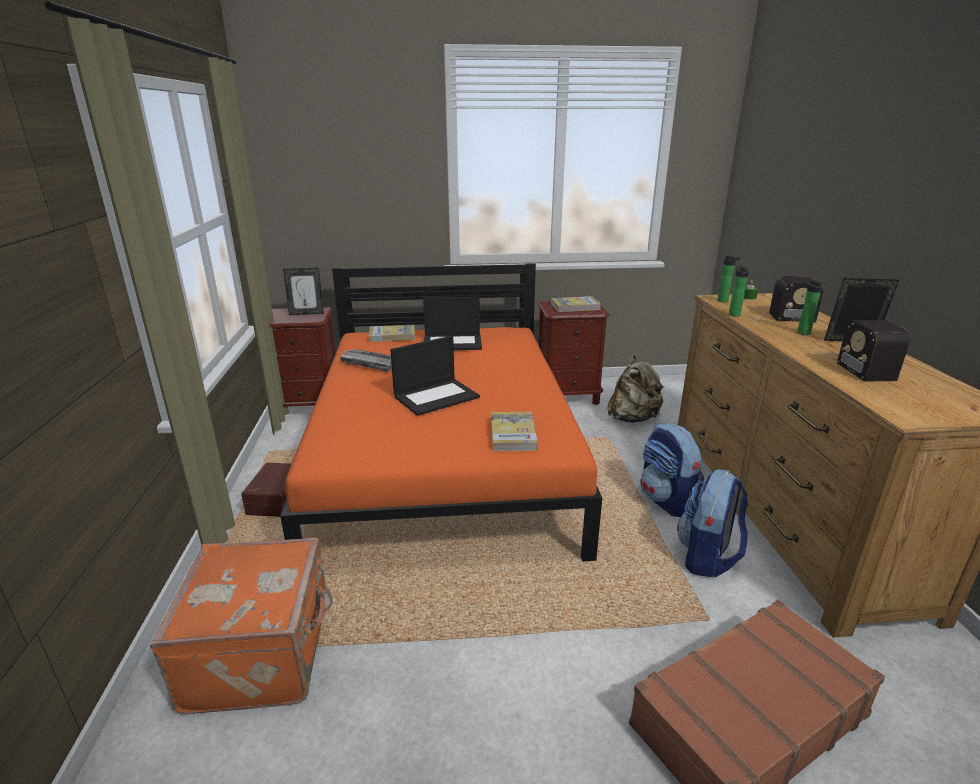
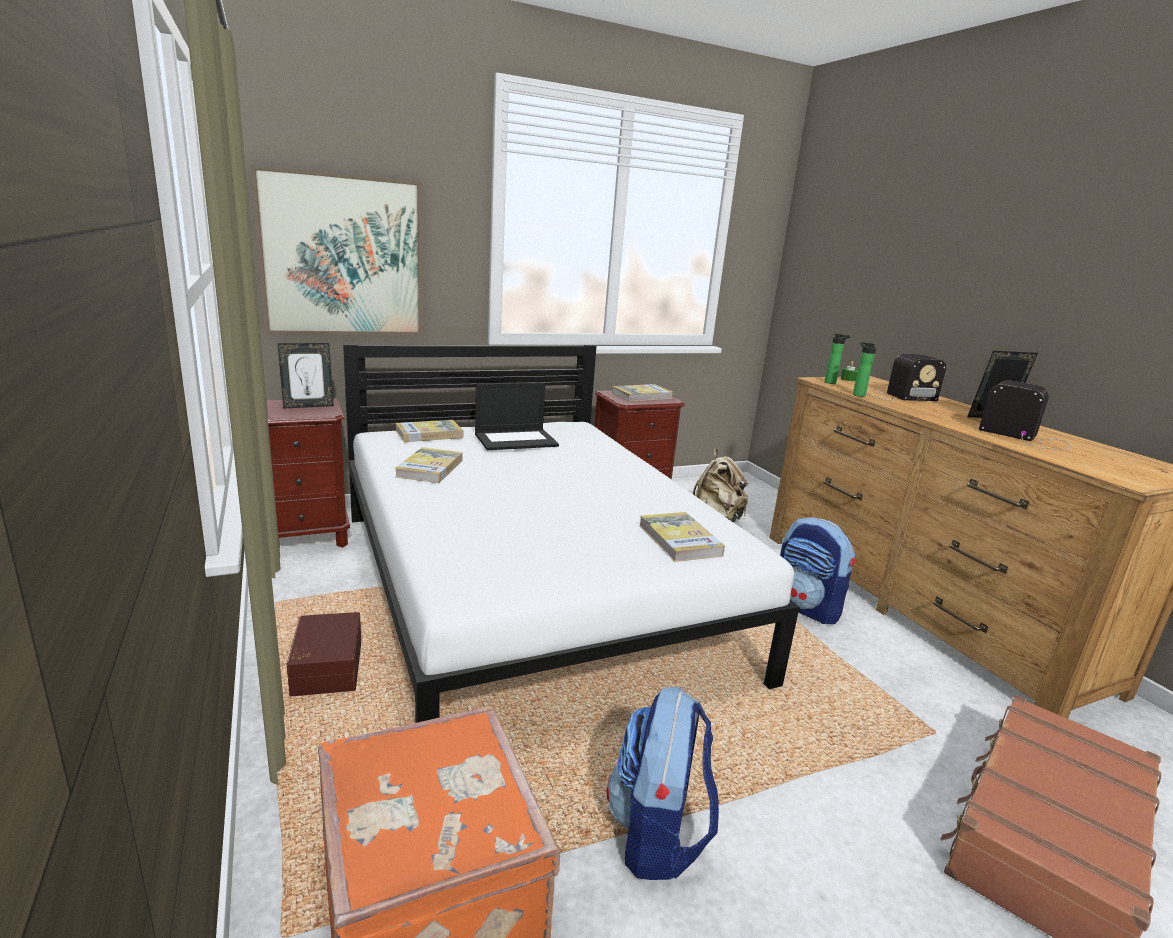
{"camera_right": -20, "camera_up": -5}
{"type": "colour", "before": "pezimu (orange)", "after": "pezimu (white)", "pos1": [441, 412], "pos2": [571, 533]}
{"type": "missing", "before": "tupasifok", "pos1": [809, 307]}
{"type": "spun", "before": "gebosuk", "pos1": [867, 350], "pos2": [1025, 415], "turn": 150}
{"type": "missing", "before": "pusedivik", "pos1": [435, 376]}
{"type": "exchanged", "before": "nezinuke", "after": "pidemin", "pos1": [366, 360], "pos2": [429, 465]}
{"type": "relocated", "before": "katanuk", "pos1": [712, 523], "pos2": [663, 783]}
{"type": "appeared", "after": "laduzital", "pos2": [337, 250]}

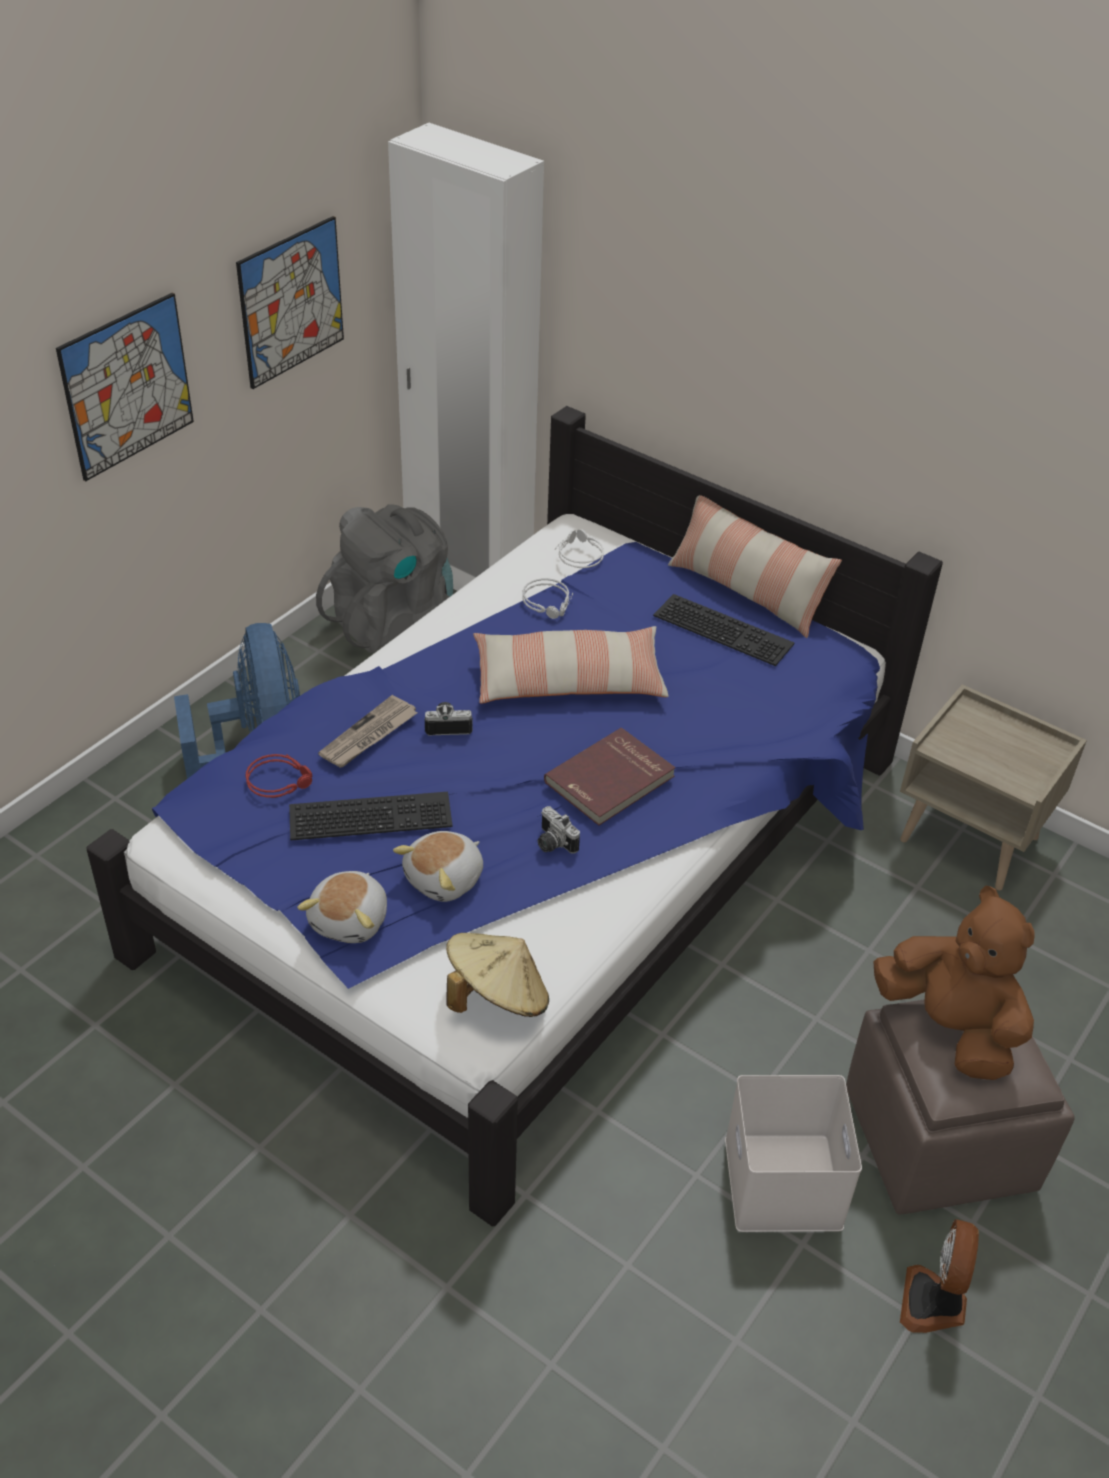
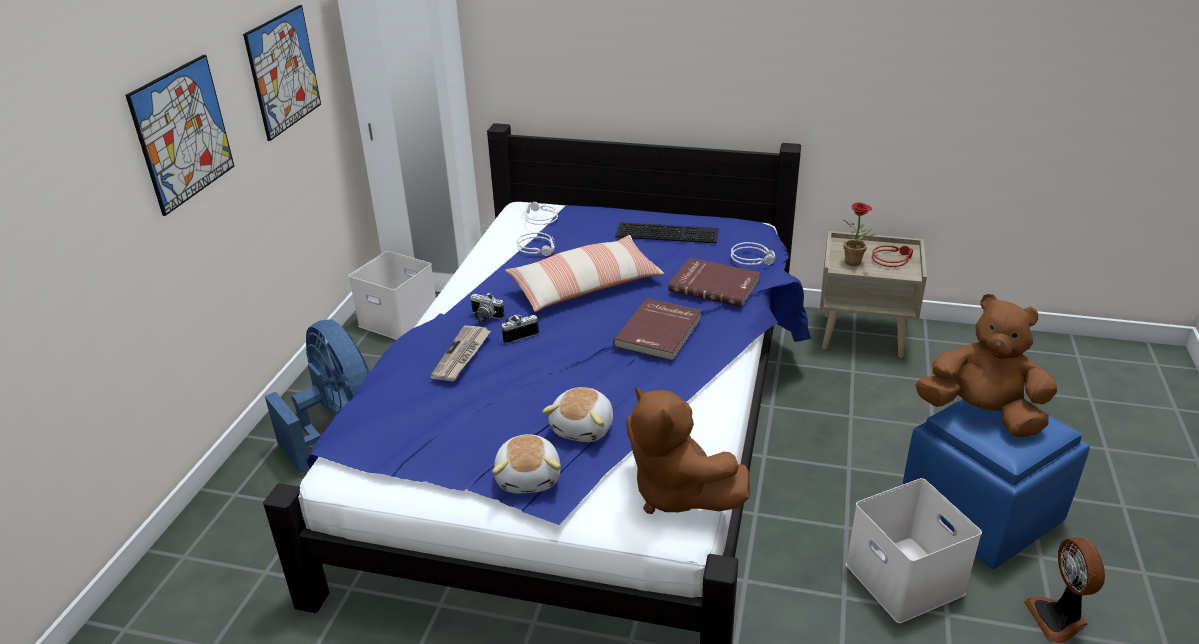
{"camera_right": -20, "camera_up": -10}
{"type": "missing", "before": "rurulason", "pos1": [755, 566]}
{"type": "exchanged", "before": "katanuk (grey)", "after": "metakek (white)", "pos1": [384, 578], "pos2": [392, 295]}
{"type": "relocated", "before": "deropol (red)", "pos1": [279, 776], "pos2": [892, 256]}
{"type": "missing", "before": "nezinuke", "pos1": [371, 816]}
{"type": "relocated", "before": "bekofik", "pos1": [559, 830], "pos2": [487, 307]}
{"type": "exchanged", "before": "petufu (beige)", "after": "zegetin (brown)", "pos1": [497, 975], "pos2": [688, 450]}
{"type": "colour", "before": "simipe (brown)", "after": "simipe (blue)", "pos1": [960, 1107], "pos2": [996, 484]}
{"type": "appeared", "after": "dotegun", "pos2": [860, 234]}
{"type": "appeared", "after": "deropol (grey)", "pos2": [753, 253]}
{"type": "appeared", "after": "pidemin (red)", "pos2": [714, 282]}

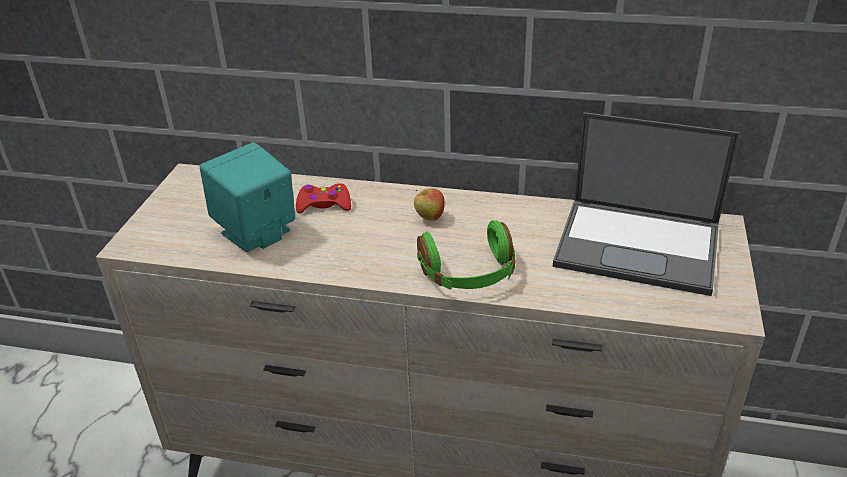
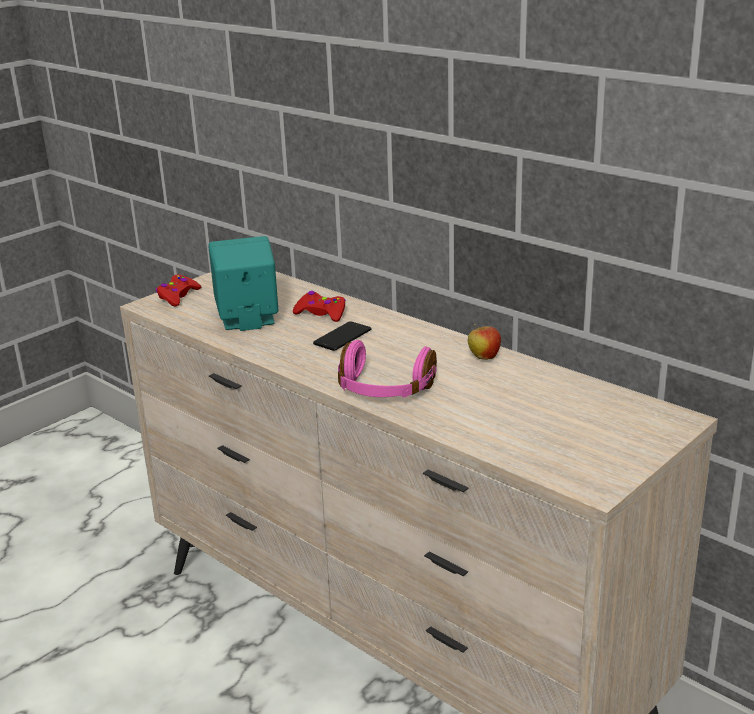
{"camera_right": 30, "camera_up": -10}
{"type": "missing", "before": "pusedivik", "pos1": [646, 204]}
{"type": "relocated", "before": "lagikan", "pos1": [429, 204], "pos2": [484, 342]}
{"type": "colour", "before": "deropol (green)", "after": "deropol (pink)", "pos1": [466, 255], "pos2": [387, 369]}
{"type": "appeared", "after": "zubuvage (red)", "pos2": [178, 290]}
{"type": "appeared", "after": "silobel", "pos2": [342, 336]}

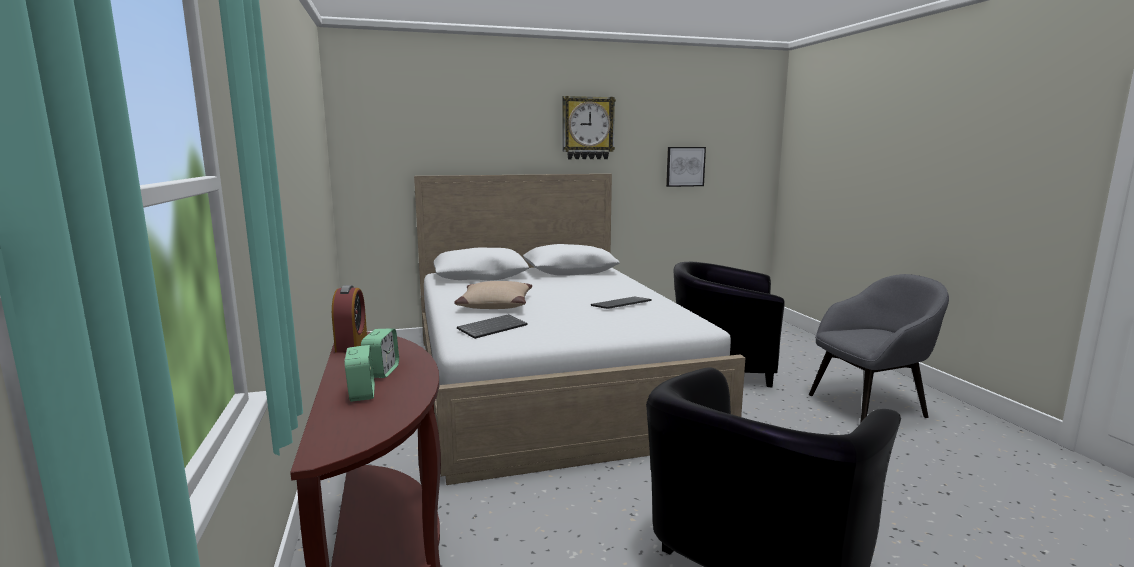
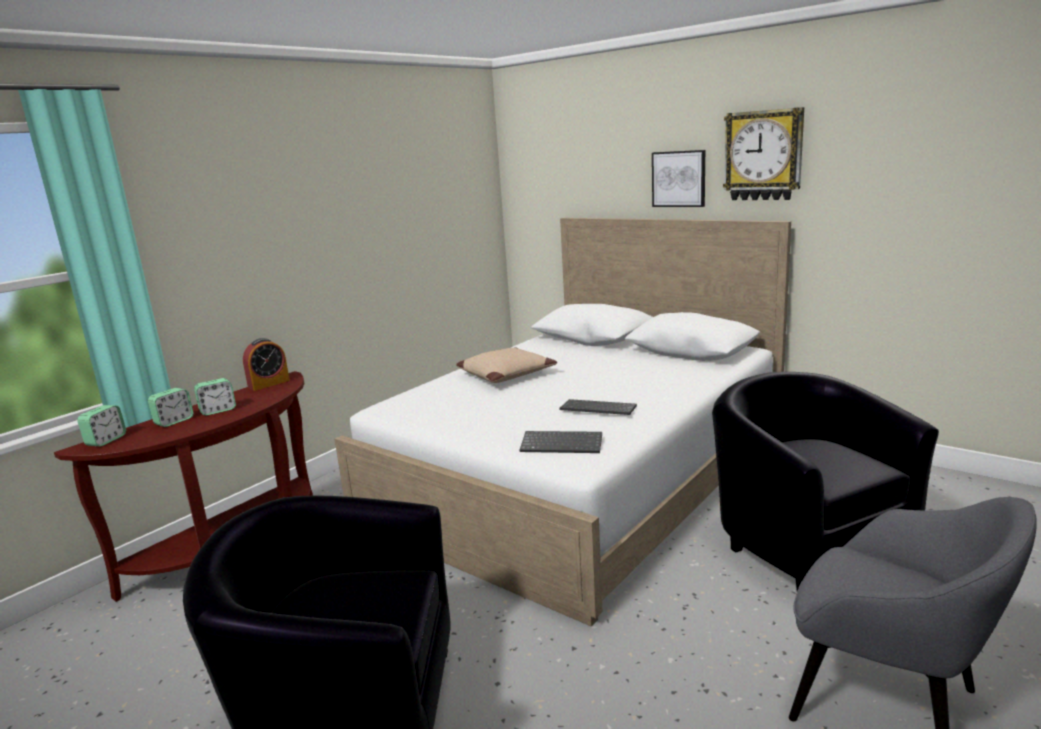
{"camera_right": 55, "camera_up": 5}
{"type": "relocated", "before": "laduzital", "pos1": [686, 167], "pos2": [678, 178]}
{"type": "relocated", "before": "nezinuke", "pos1": [492, 326], "pos2": [561, 442]}
{"type": "appeared", "after": "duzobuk", "pos2": [101, 425]}

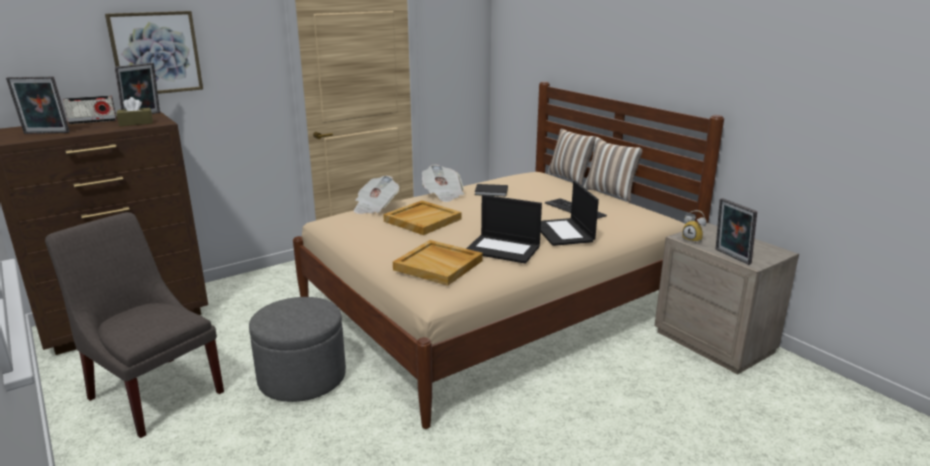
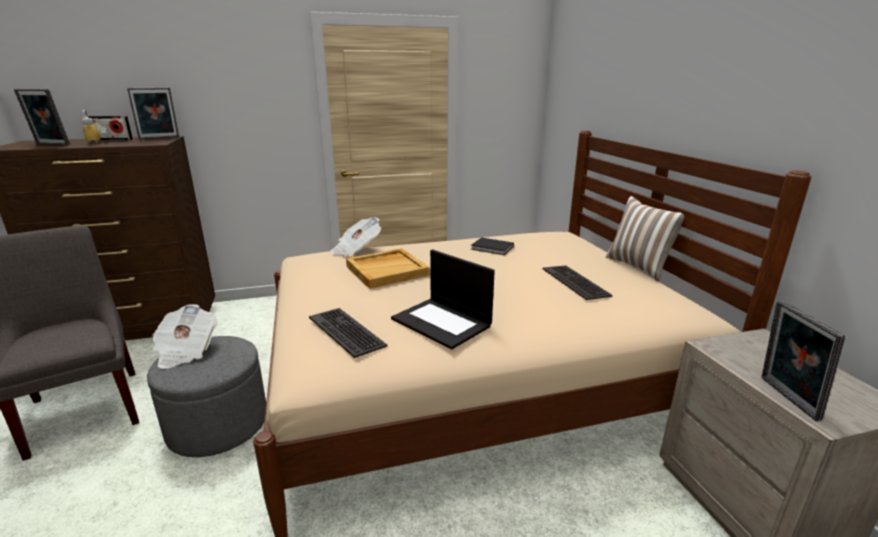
{"camera_right": 20, "camera_up": 0}
{"type": "missing", "before": "laduzital", "pos1": [154, 52]}
{"type": "missing", "before": "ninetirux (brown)", "pos1": [134, 111]}
{"type": "missing", "before": "rurulason", "pos1": [571, 157]}
{"type": "relocated", "before": "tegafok", "pos1": [443, 183], "pos2": [184, 336]}
{"type": "missing", "before": "pusedivik", "pos1": [570, 213]}
{"type": "relocated", "before": "duzobuk", "pos1": [694, 226], "pos2": [93, 127]}
{"type": "exchanged", "before": "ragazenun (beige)", "after": "nezinuke", "pos1": [438, 263], "pos2": [348, 333]}

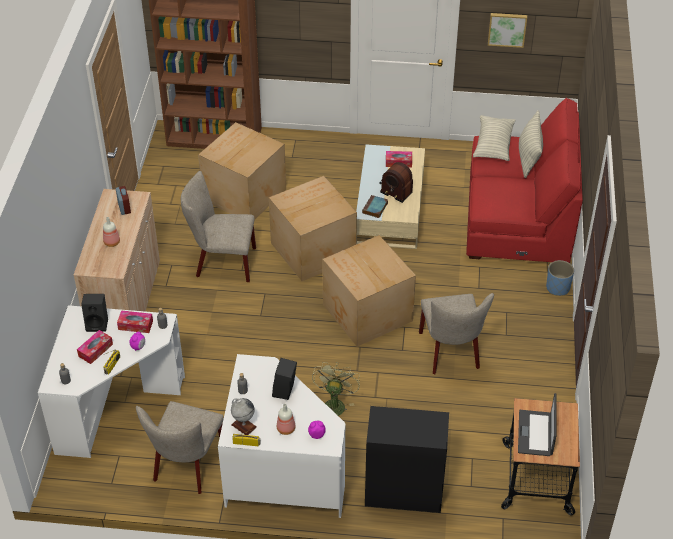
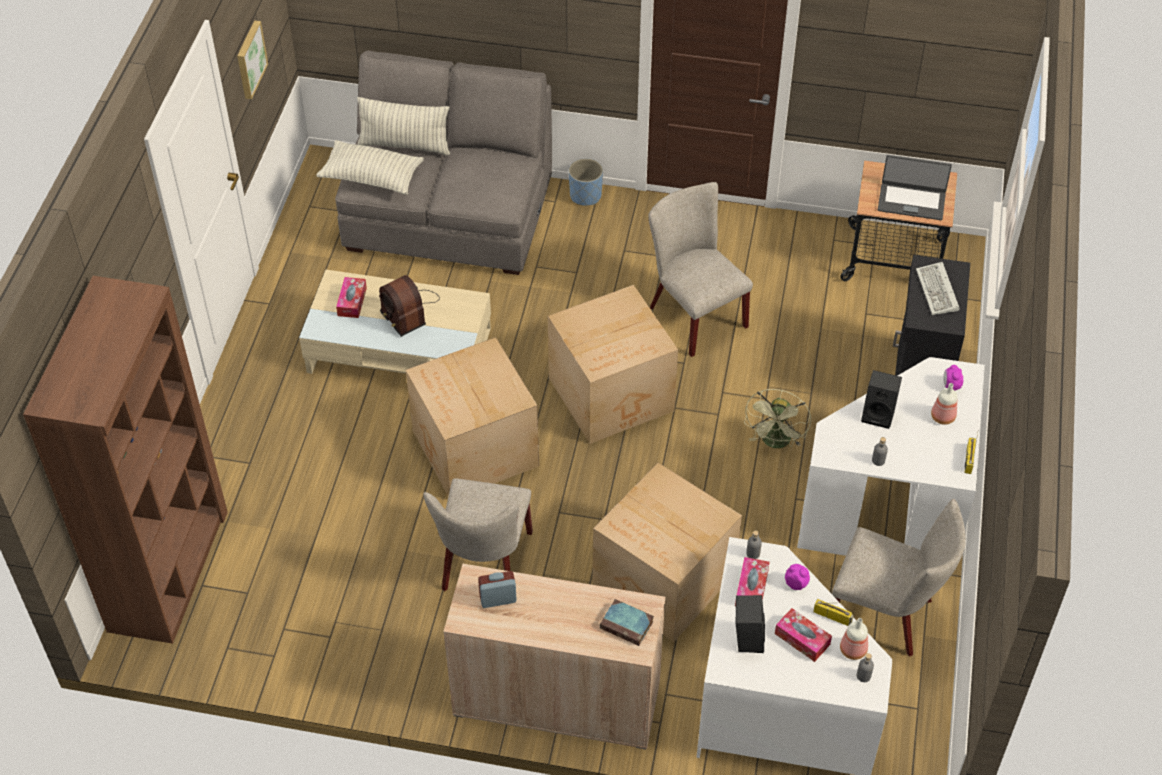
{"camera_right": -85, "camera_up": 5}
{"type": "colour", "before": "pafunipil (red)", "after": "pafunipil (grey)", "pos1": [524, 180], "pos2": [443, 163]}
{"type": "relocated", "before": "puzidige", "pos1": [242, 170], "pos2": [667, 552]}
{"type": "spun", "before": "gebosuk", "pos1": [396, 182], "pos2": [409, 306], "turn": 105}
{"type": "relocated", "before": "pidemin", "pos1": [375, 206], "pos2": [627, 622]}
{"type": "relocated", "before": "tupasifok", "pos1": [111, 232], "pos2": [854, 639]}
{"type": "spun", "before": "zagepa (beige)", "pos1": [456, 333], "pos2": [700, 269], "turn": -120}
{"type": "spun", "before": "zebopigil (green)", "pos1": [336, 389], "pos2": [777, 418], "turn": -90}
{"type": "missing", "before": "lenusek", "pos1": [244, 416]}
{"type": "appeared", "after": "nezinuke", "pos2": [937, 288]}

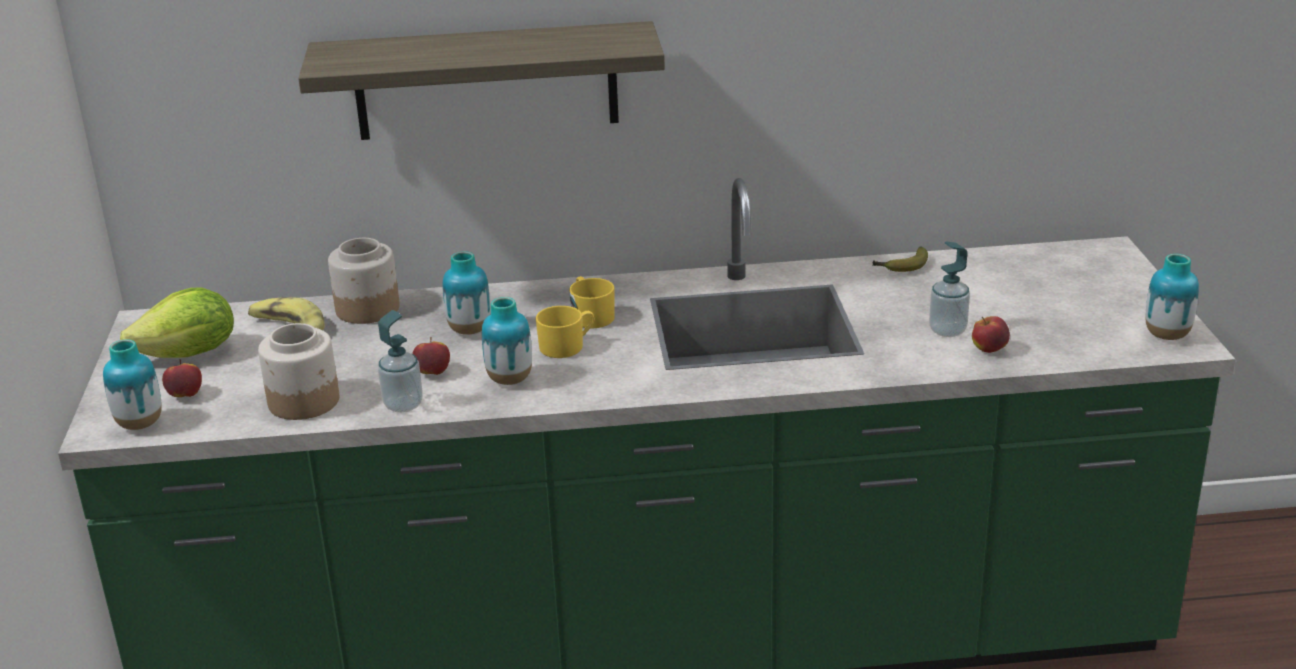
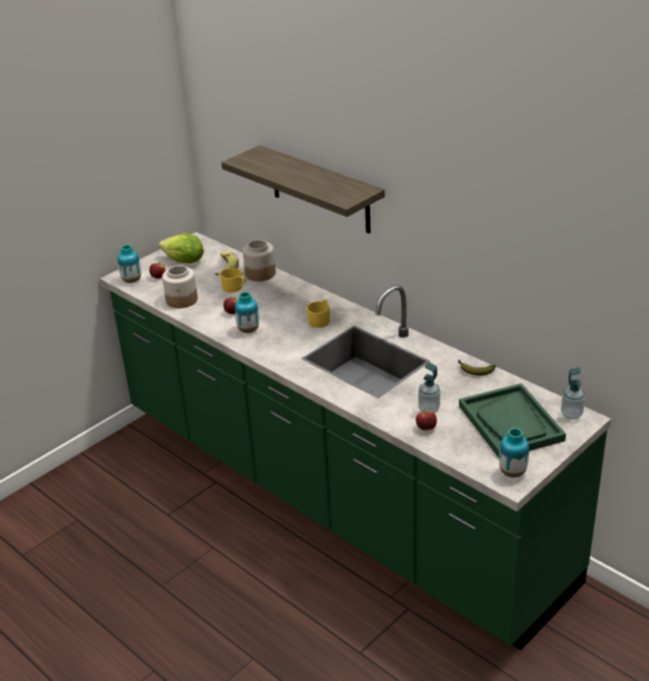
{"camera_right": 50, "camera_up": 5}
{"type": "missing", "before": "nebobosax", "pos1": [466, 293]}
{"type": "relocated", "before": "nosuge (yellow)", "pos1": [564, 332], "pos2": [232, 280]}
{"type": "relocated", "before": "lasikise", "pos1": [400, 361], "pos2": [573, 393]}
{"type": "appeared", "after": "ragazenun (green)", "pos2": [512, 420]}

